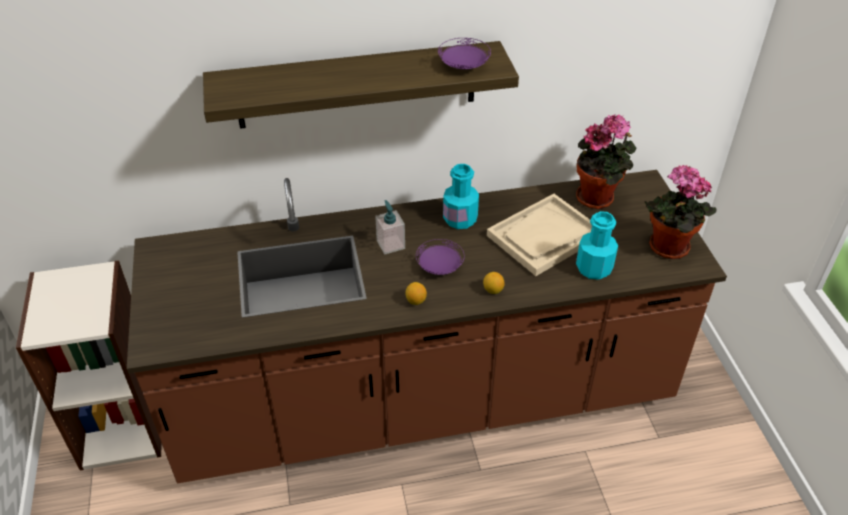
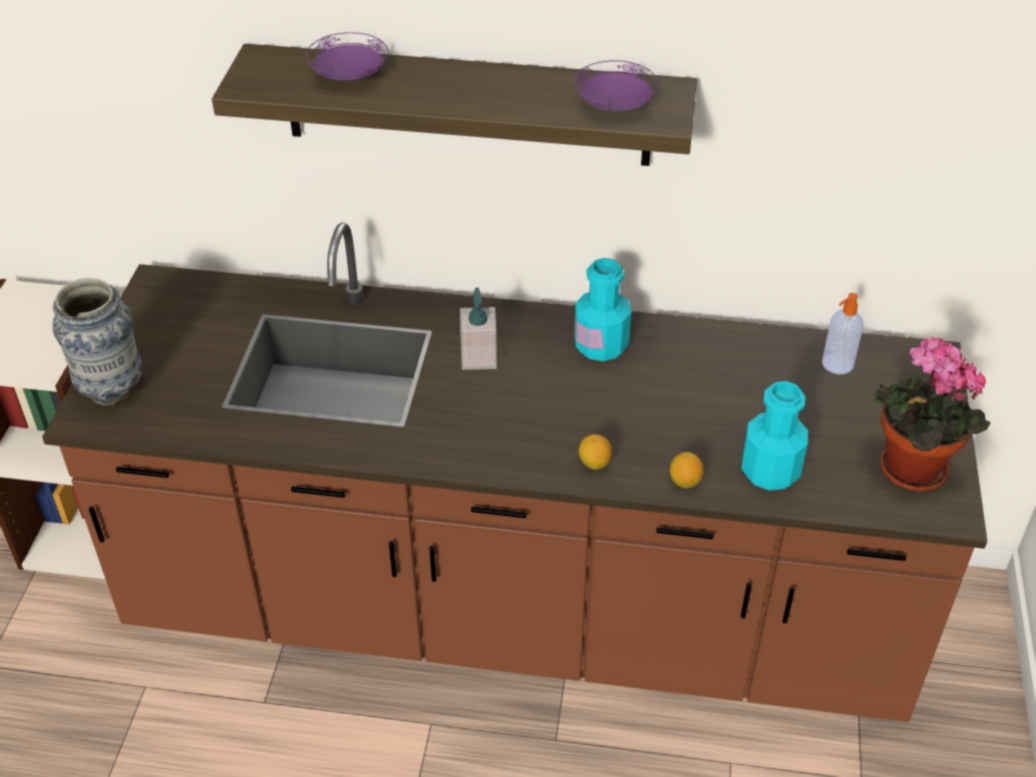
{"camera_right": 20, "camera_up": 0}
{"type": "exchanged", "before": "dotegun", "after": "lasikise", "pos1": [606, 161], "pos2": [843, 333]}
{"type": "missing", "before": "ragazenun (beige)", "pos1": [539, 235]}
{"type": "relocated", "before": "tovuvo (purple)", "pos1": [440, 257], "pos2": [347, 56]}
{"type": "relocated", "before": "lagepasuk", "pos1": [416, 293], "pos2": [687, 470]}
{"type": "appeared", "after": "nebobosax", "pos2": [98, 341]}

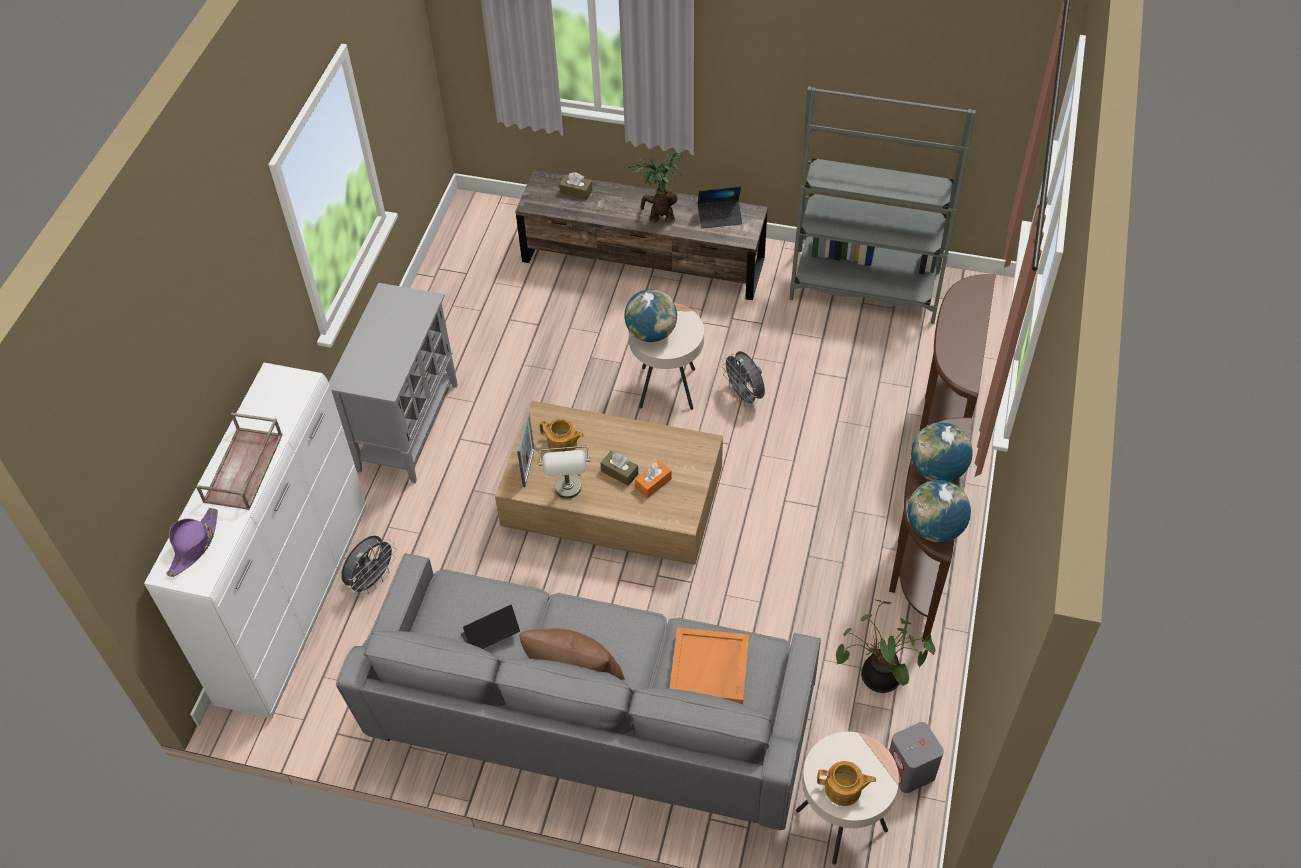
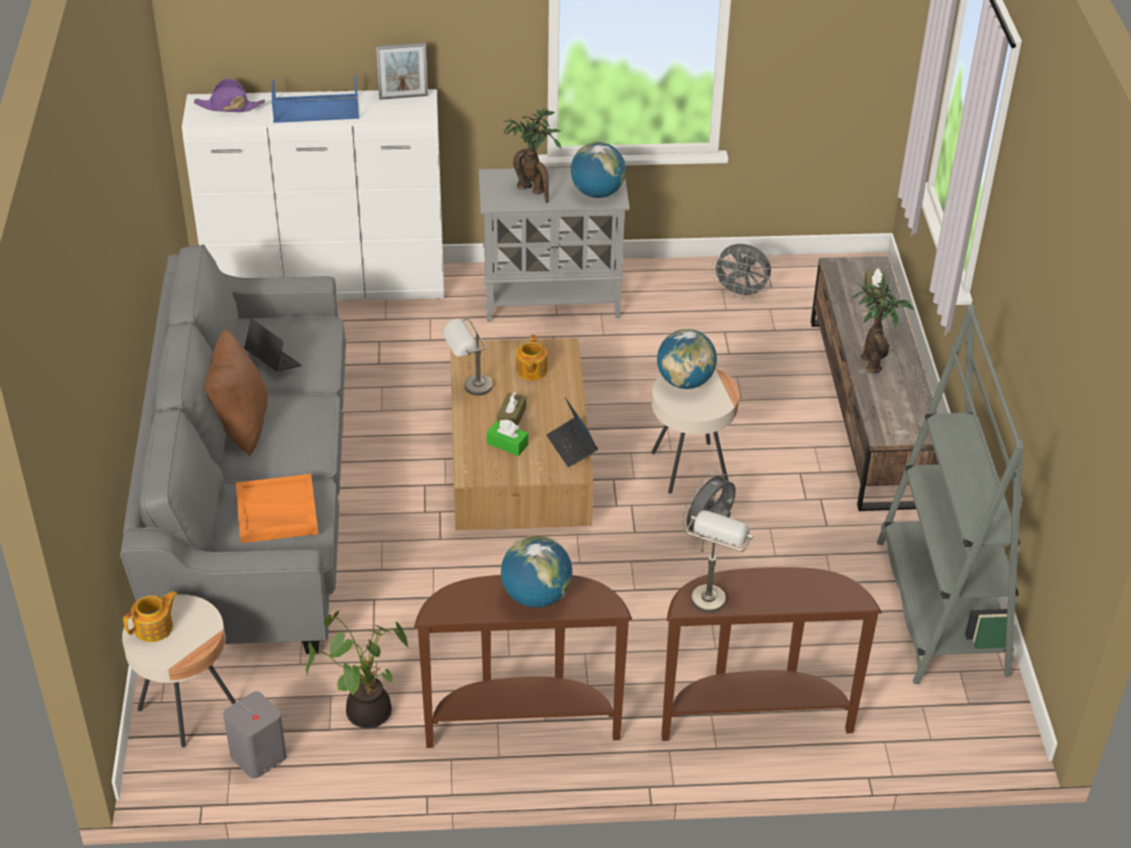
{"camera_right": 70, "camera_up": -10}
{"type": "relocated", "before": "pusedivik", "pos1": [720, 208], "pos2": [572, 432]}
{"type": "relocated", "before": "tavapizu", "pos1": [526, 449], "pos2": [402, 71]}
{"type": "colour", "before": "ragazenun (brown)", "after": "ragazenun (blue)", "pos1": [239, 461], "pos2": [315, 99]}
{"type": "colour", "before": "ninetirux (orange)", "after": "ninetirux (green)", "pos1": [653, 479], "pos2": [507, 438]}
{"type": "relocated", "before": "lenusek", "pos1": [939, 511], "pos2": [598, 170]}
{"type": "relocated", "before": "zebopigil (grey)", "pos1": [369, 566], "pos2": [741, 271]}
{"type": "spun", "before": "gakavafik", "pos1": [846, 783], "pos2": [150, 616], "turn": -120}
{"type": "appeared", "after": "dotegun", "pos2": [532, 155]}
{"type": "appeared", "after": "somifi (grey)", "pos2": [719, 561]}

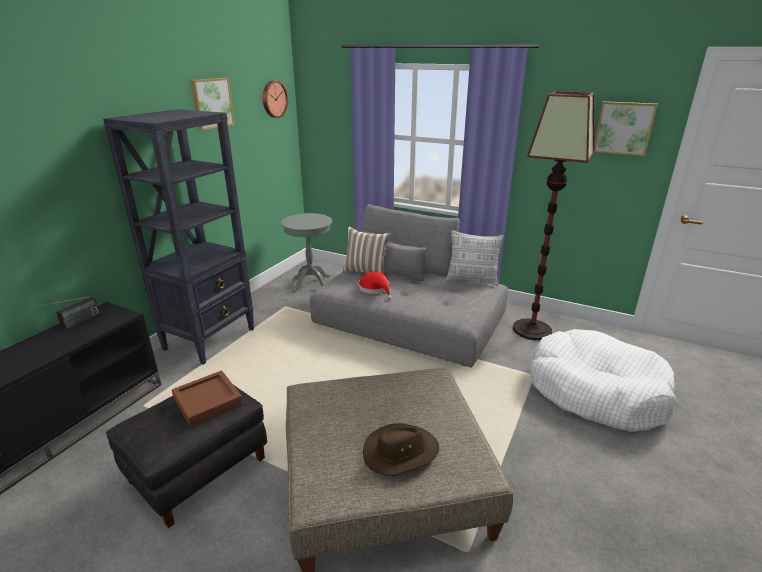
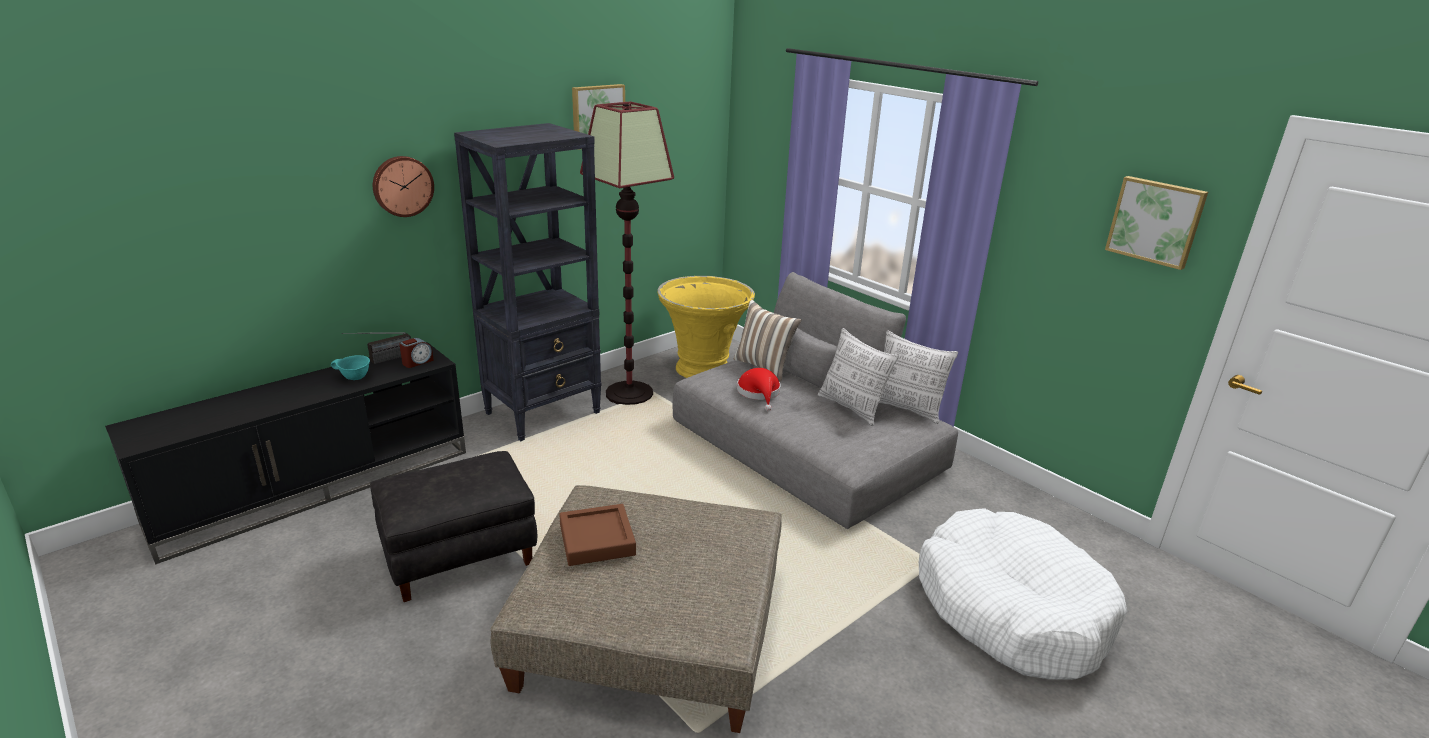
{"camera_right": 20, "camera_up": 0}
{"type": "relocated", "before": "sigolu", "pos1": [275, 99], "pos2": [403, 186]}
{"type": "relocated", "before": "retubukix", "pos1": [554, 215], "pos2": [627, 253]}
{"type": "exchanged", "before": "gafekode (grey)", "after": "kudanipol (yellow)", "pos1": [306, 253], "pos2": [706, 327]}
{"type": "relocated", "before": "ragazenun (brown)", "pos1": [207, 399], "pos2": [597, 535]}
{"type": "missing", "before": "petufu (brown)", "pos1": [401, 449]}
{"type": "appeared", "after": "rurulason", "pos2": [858, 377]}
{"type": "appeared", "after": "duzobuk", "pos2": [416, 353]}
{"type": "appeared", "after": "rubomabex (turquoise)", "pos2": [350, 367]}

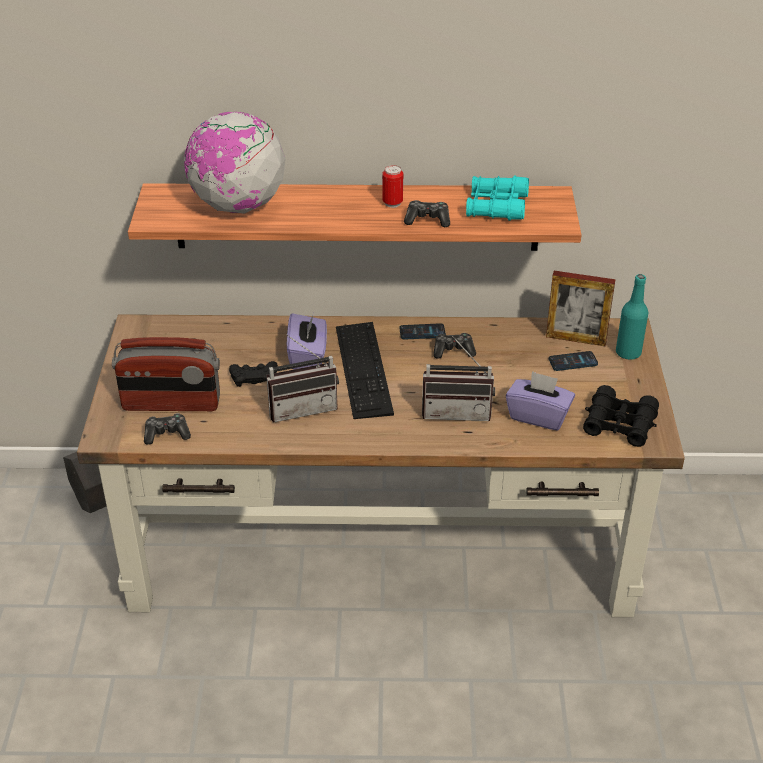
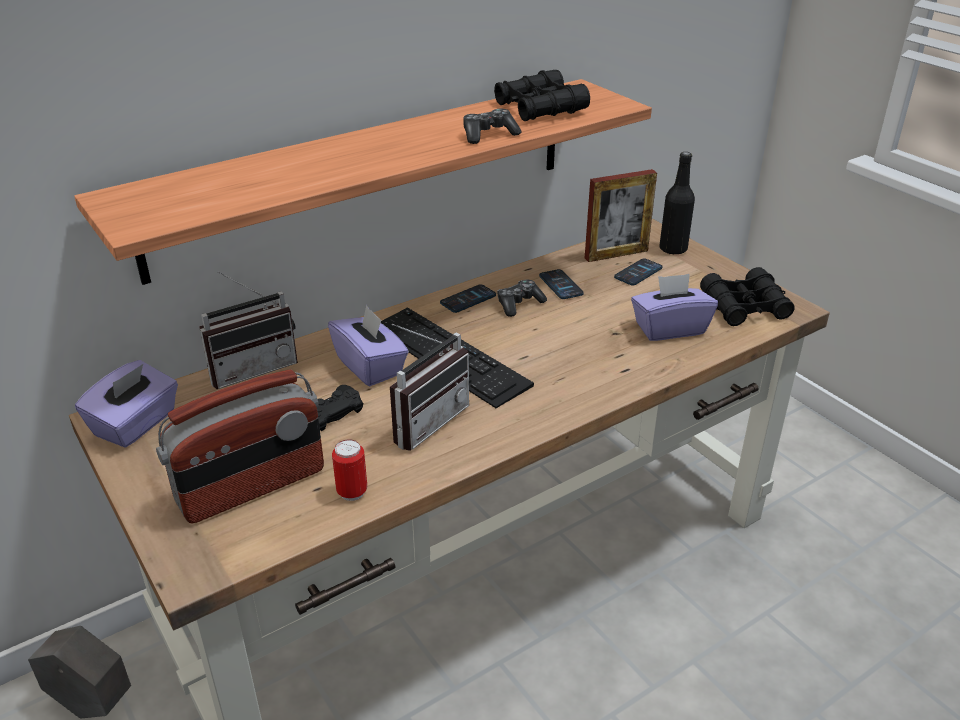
{"camera_right": -35, "camera_up": -5}
{"type": "missing", "before": "lenusek", "pos1": [235, 163]}
{"type": "relocated", "before": "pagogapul", "pos1": [393, 186], "pos2": [349, 470]}
{"type": "colour", "before": "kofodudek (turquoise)", "after": "kofodudek (black)", "pos1": [497, 198], "pos2": [542, 95]}
{"type": "colour", "before": "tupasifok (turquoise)", "after": "tupasifok (black)", "pos1": [632, 317], "pos2": [677, 203]}
{"type": "relocated", "before": "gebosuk", "pos1": [458, 378], "pos2": [248, 330]}
{"type": "missing", "before": "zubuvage", "pos1": [167, 428]}
{"type": "appeared", "after": "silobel", "pos2": [561, 284]}
{"type": "appeared", "after": "ninetirux (purple)", "pos2": [126, 403]}

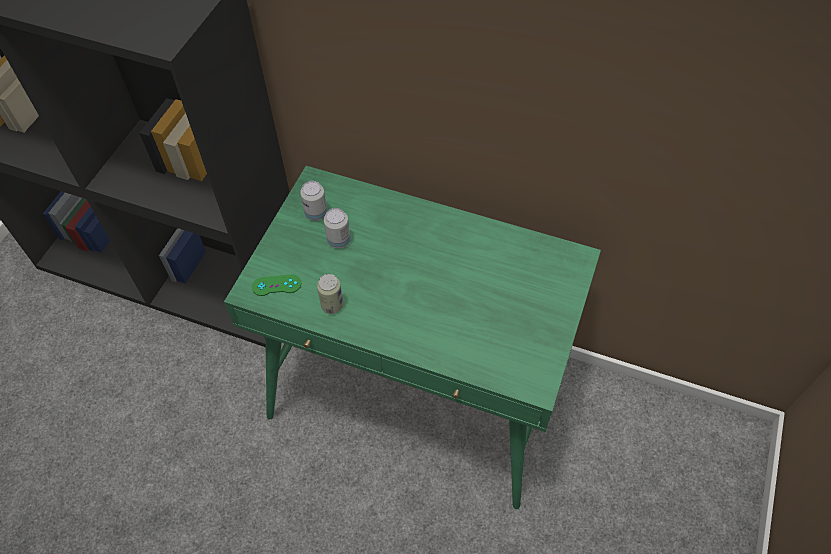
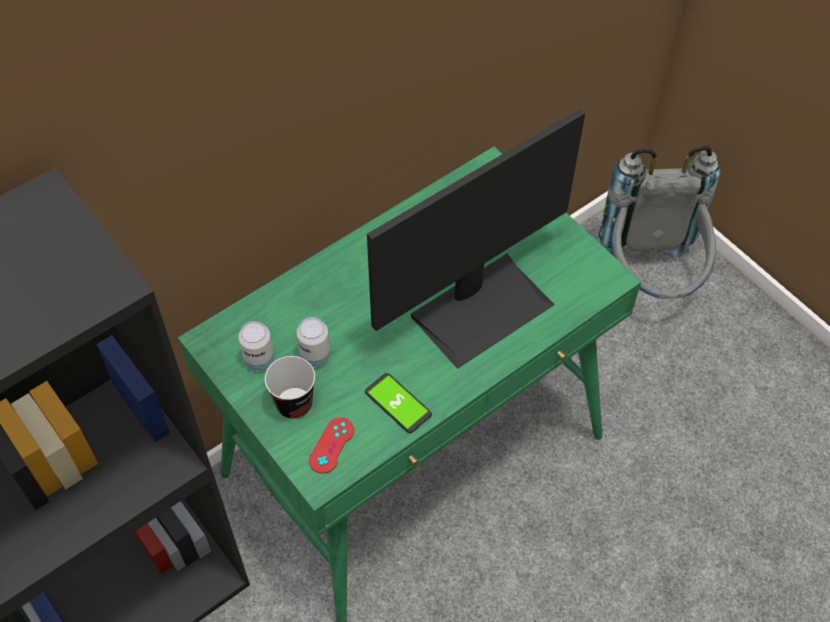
{"camera_right": -60, "camera_up": 0}
{"type": "colour", "before": "zubuvage (green)", "after": "zubuvage (red)", "pos1": [276, 285], "pos2": [331, 446]}
{"type": "exchanged", "before": "pagogapul", "after": "silobel", "pos1": [330, 294], "pos2": [398, 403]}
{"type": "appeared", "after": "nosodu", "pos2": [476, 239]}
{"type": "appeared", "after": "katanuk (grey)", "pos2": [657, 221]}
{"type": "appeared", "after": "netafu", "pos2": [290, 387]}

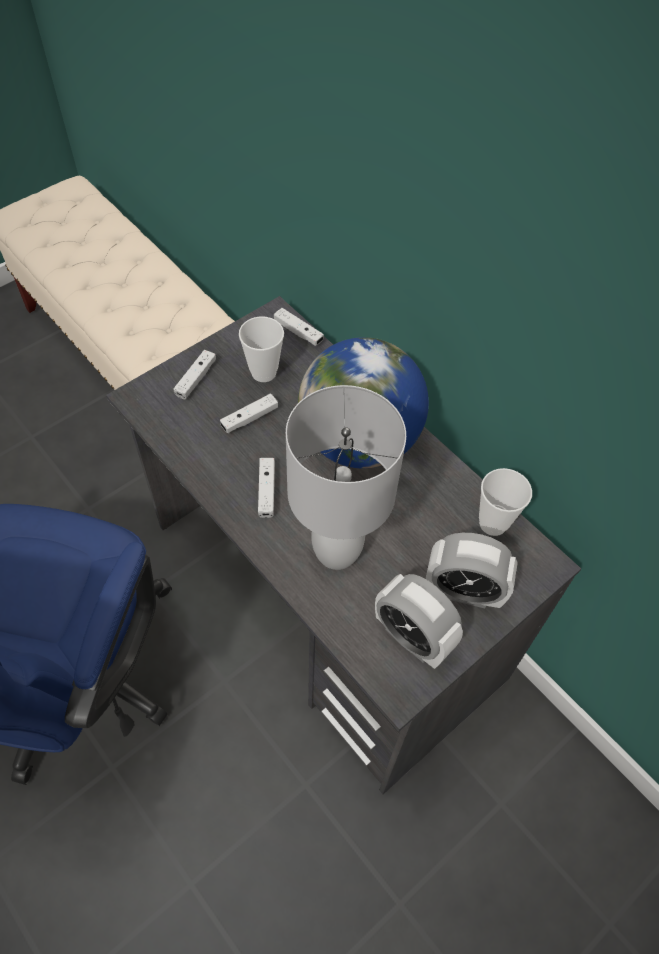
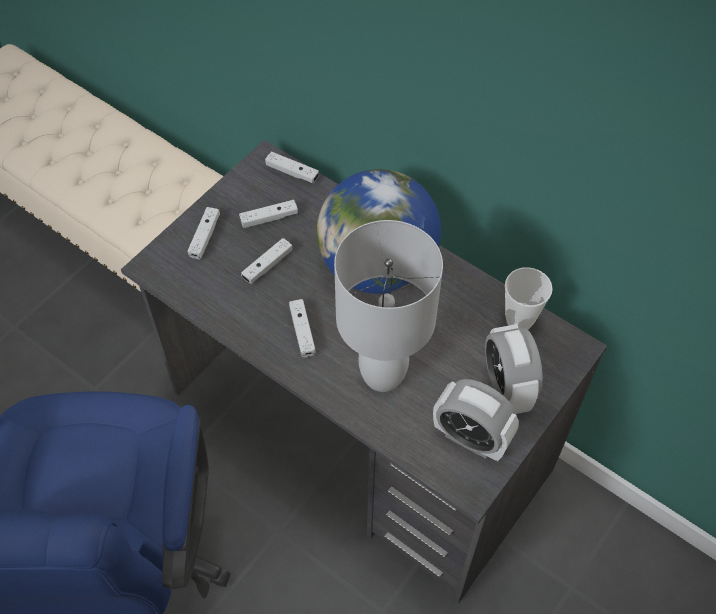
{"camera_right": -10, "camera_up": 0}
{"type": "exchanged", "before": "netafu", "after": "zubuvage (white)", "pos1": [261, 349], "pos2": [268, 214]}
{"type": "spun", "before": "duzobuk", "pos1": [472, 570], "pos2": [514, 369], "turn": 75}

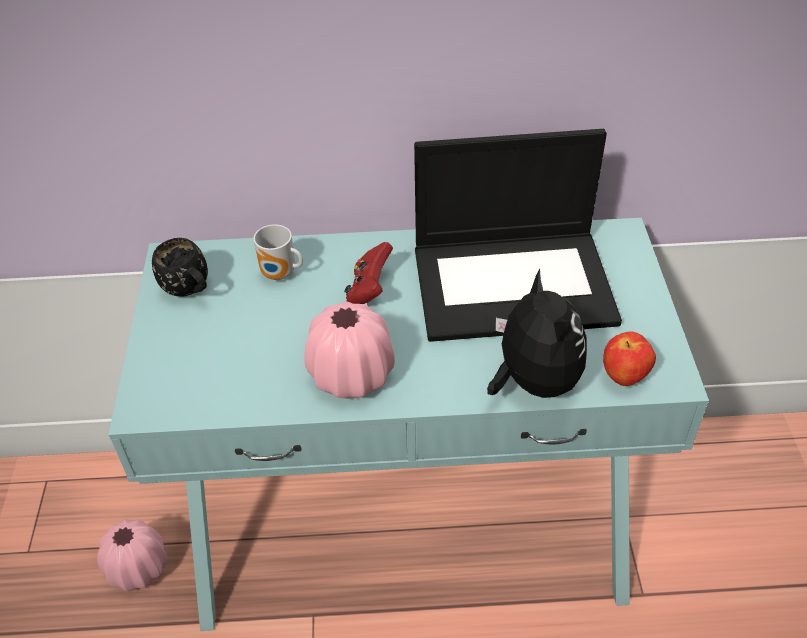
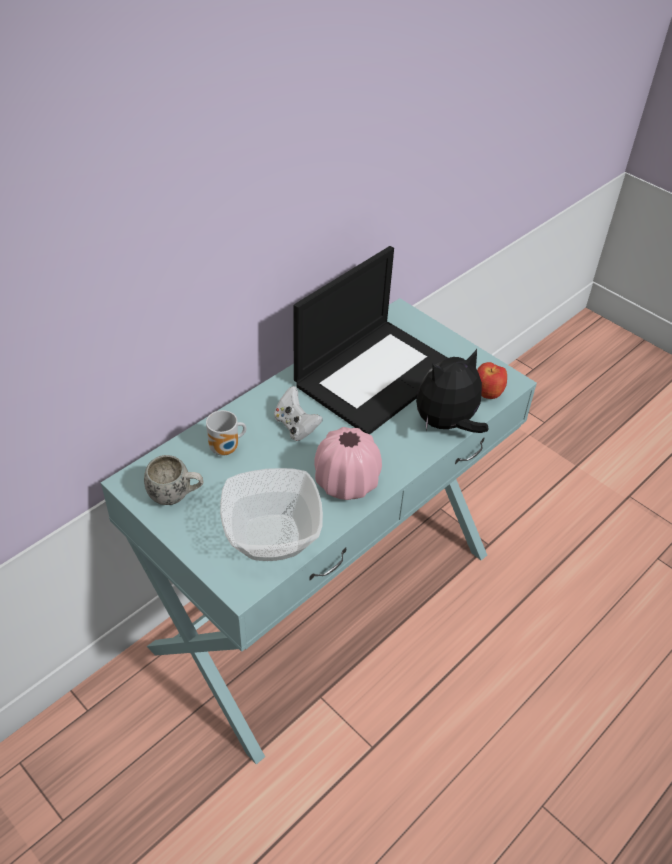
{"camera_right": -45, "camera_up": 0}
{"type": "colour", "before": "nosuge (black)", "after": "nosuge (white)", "pos1": [180, 267], "pos2": [174, 480]}
{"type": "colour", "before": "zubuvage (red)", "after": "zubuvage (white)", "pos1": [368, 273], "pos2": [298, 413]}
{"type": "spun", "before": "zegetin", "pos1": [537, 333], "pos2": [452, 391], "turn": -60}
{"type": "missing", "before": "nebobosax (pink)", "pos1": [132, 555]}
{"type": "appeared", "after": "rubomabex", "pos2": [271, 514]}

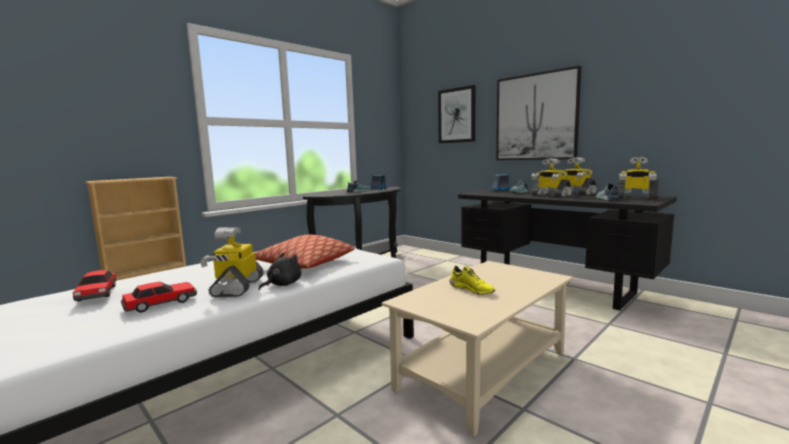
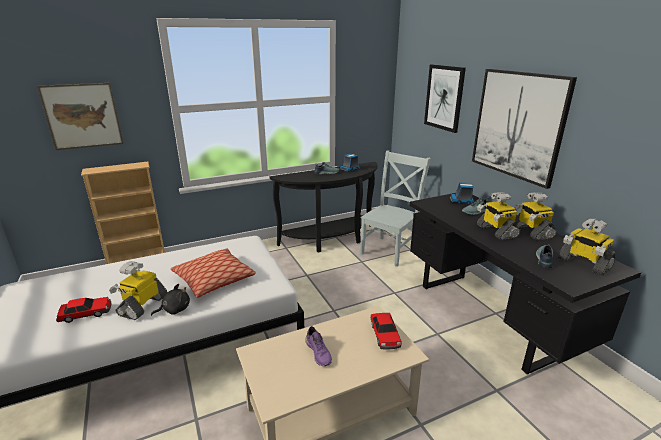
{"camera_right": 20, "camera_up": 15}
{"type": "colour", "before": "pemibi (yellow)", "after": "pemibi (purple)", "pos1": [472, 280], "pos2": [318, 346]}
{"type": "relocated", "before": "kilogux", "pos1": [94, 285], "pos2": [386, 331]}
{"type": "appeared", "after": "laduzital", "pos2": [80, 116]}
{"type": "appeared", "after": "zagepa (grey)", "pos2": [395, 208]}

